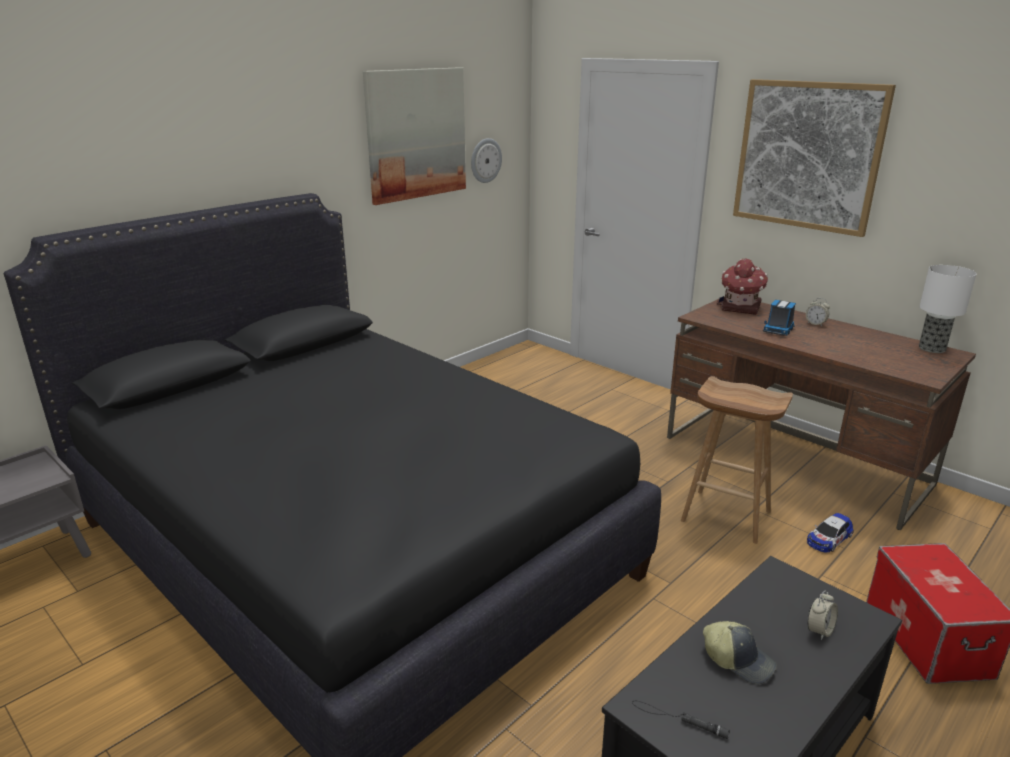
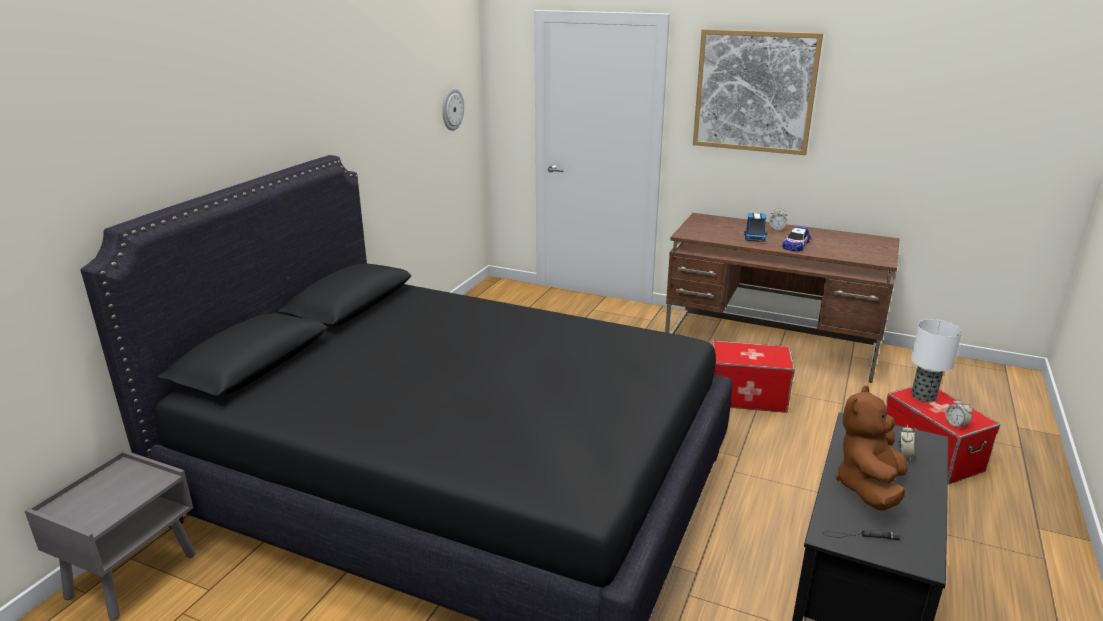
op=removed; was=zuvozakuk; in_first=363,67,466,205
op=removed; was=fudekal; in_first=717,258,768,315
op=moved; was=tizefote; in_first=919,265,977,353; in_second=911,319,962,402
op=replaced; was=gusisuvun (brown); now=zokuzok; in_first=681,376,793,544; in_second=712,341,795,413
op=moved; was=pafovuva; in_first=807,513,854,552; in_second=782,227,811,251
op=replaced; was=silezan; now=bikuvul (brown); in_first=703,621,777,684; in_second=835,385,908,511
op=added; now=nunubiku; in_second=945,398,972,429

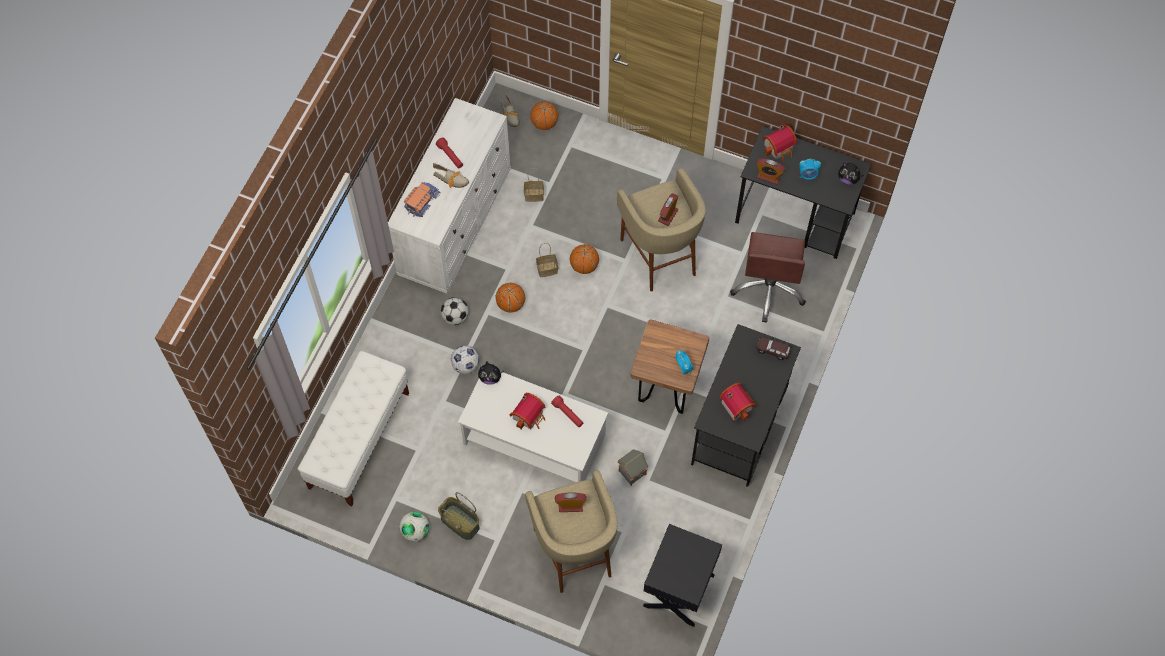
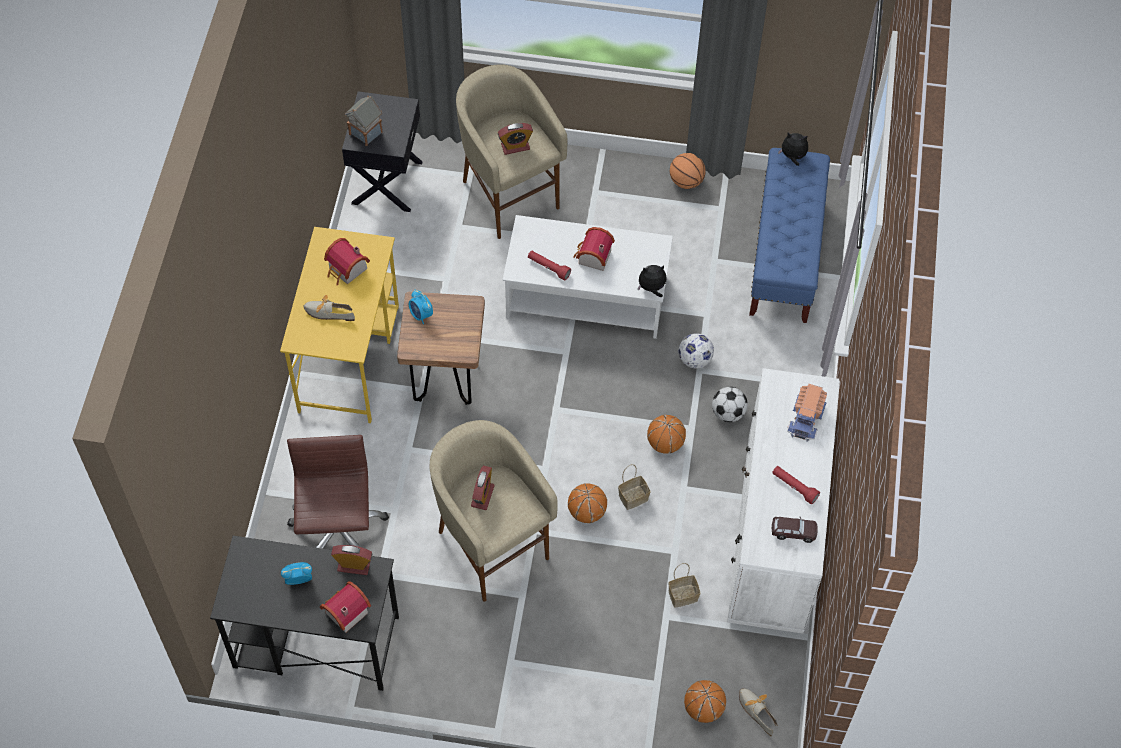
op=moved; was=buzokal; in_first=433,163,469,188; in_second=303,295,355,321
op=moved; was=bikuvul; in_first=838,163,863,185; in_second=778,132,808,166
op=recoloured; was=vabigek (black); now=vabigek (yellow); in_first=691,324,801,487; in_second=280,227,399,423
op=moved; was=pafovuva (brown); in_first=757,337,792,360; in_second=772,517,818,543
op=recoloured; was=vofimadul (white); now=vofimadul (blue); in_first=298,351,409,506; in_second=749,148,830,323
op=moved; was=fudekal; in_first=617,449,648,486; in_second=345,96,383,146
op=removed; was=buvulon; in_first=438,492,480,540
op=replaced; was=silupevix; now=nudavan; in_first=399,512,429,542; in_second=670,153,706,189

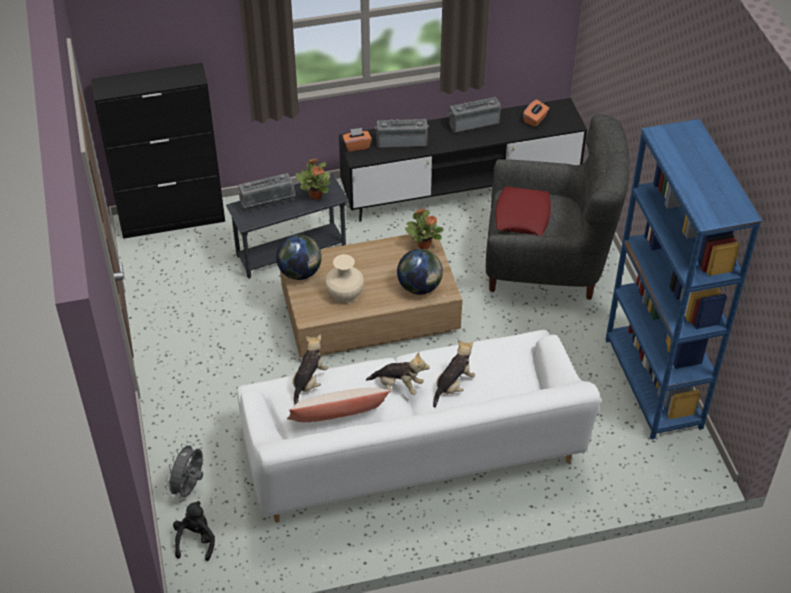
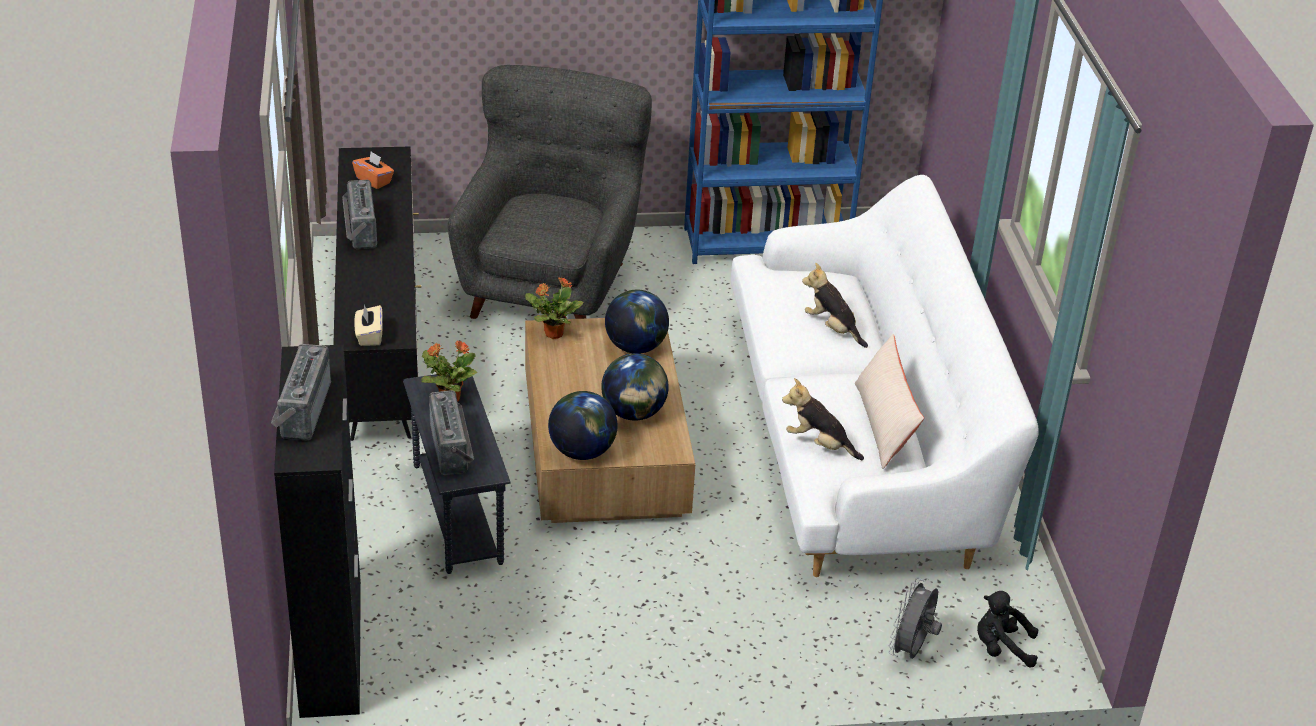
op=moved; was=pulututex; in_first=375,119,429,148; in_second=271,344,331,441
op=recoloured; was=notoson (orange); now=notoson (beige); in_first=343,128,372,152; in_second=354,305,383,346
op=removed; was=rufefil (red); in_first=495,187,551,236
op=replaced; was=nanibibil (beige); now=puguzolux; in_first=325,254,364,303; in_second=601,353,669,421
op=removed; was=bikuvul; in_first=366,352,430,395
op=turned; was=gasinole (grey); in_first=165,442,203,498; in_second=889,578,942,659; clockwise=90

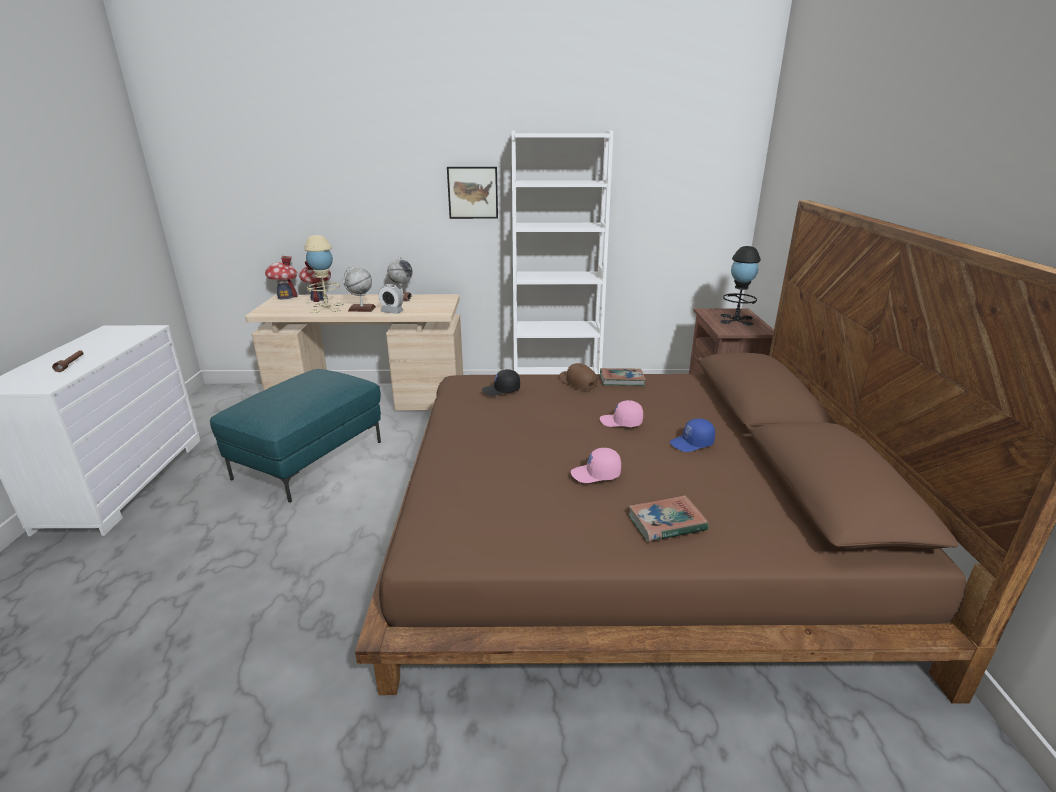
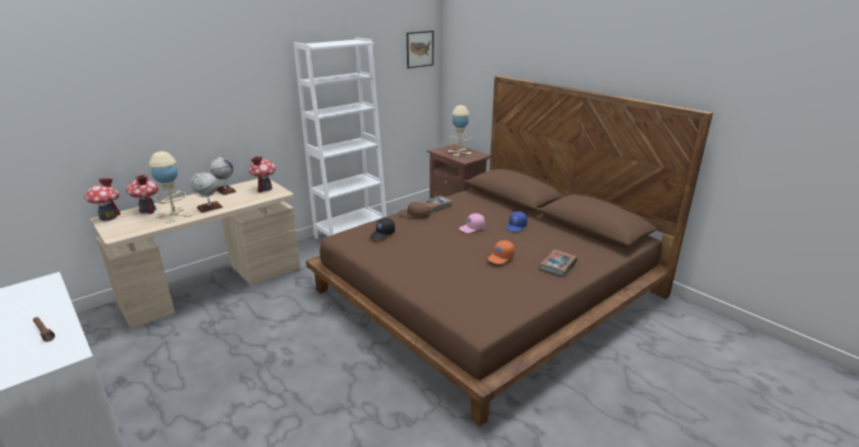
op=moved; was=zuvozakuk; in_first=447,167,498,219; in_second=407,31,434,68
op=recoloured; was=tizefote (black); now=tizefote (beige); in_first=720,246,761,326; in_second=448,105,472,156
op=removed; was=nunubiku; in_first=378,284,404,314
op=removed; was=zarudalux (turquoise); in_first=210,369,381,503
op=recoloured; was=silezan (pink); now=silezan (orange); in_first=571,448,621,483; in_second=488,240,514,264
op=added; now=fudekal; in_second=249,156,276,192

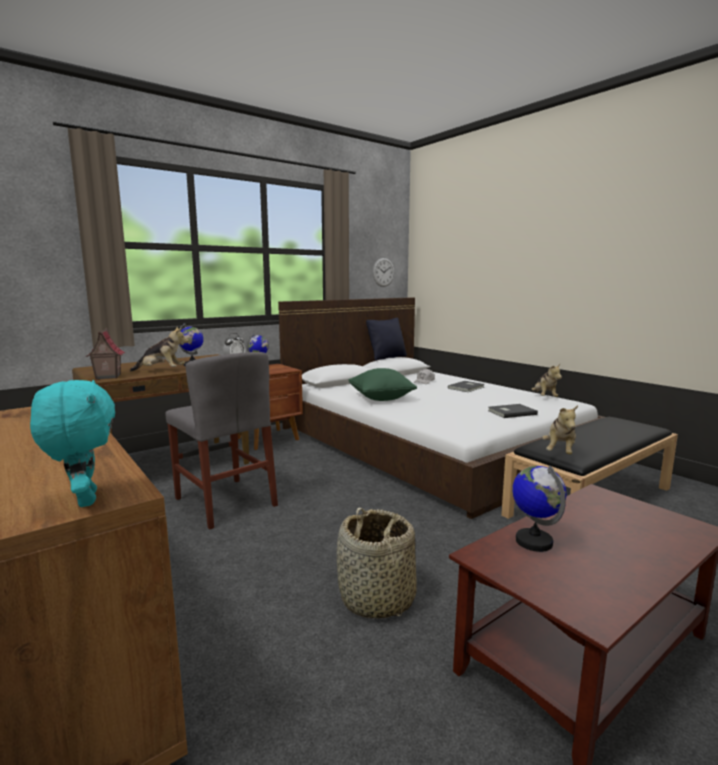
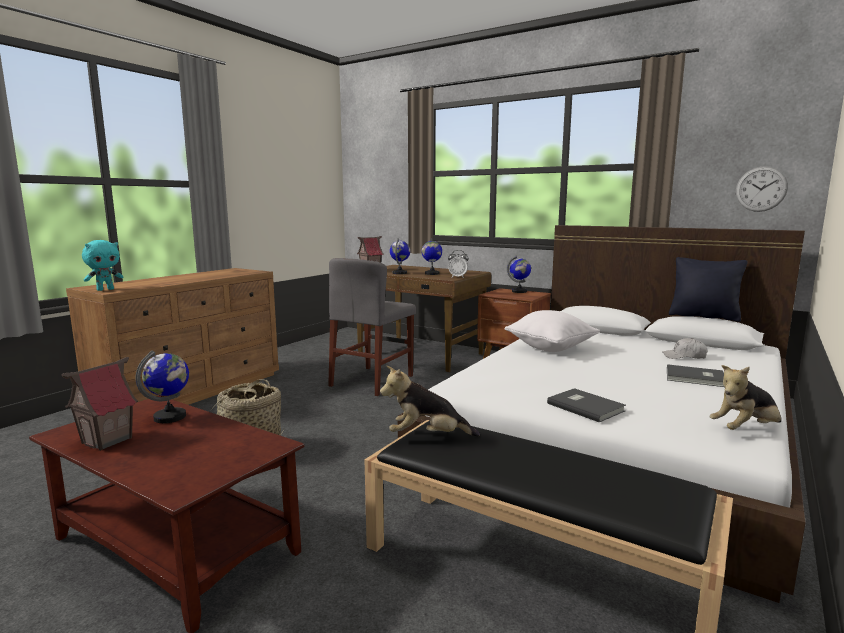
op=replaced; was=bikuvul; now=puguzolux; in_first=130,327,189,372; in_second=390,238,410,274
op=recoloured; was=rufefil (green); now=rufefil (white); in_first=349,368,417,401; in_second=505,310,600,352
op=added; now=fudekal; in_second=62,357,138,451

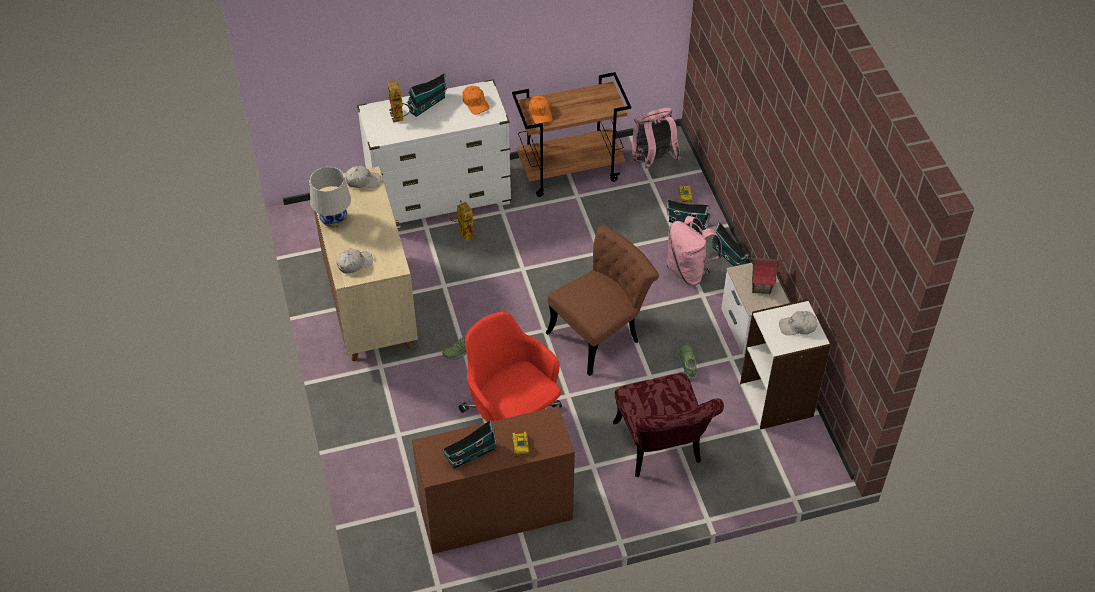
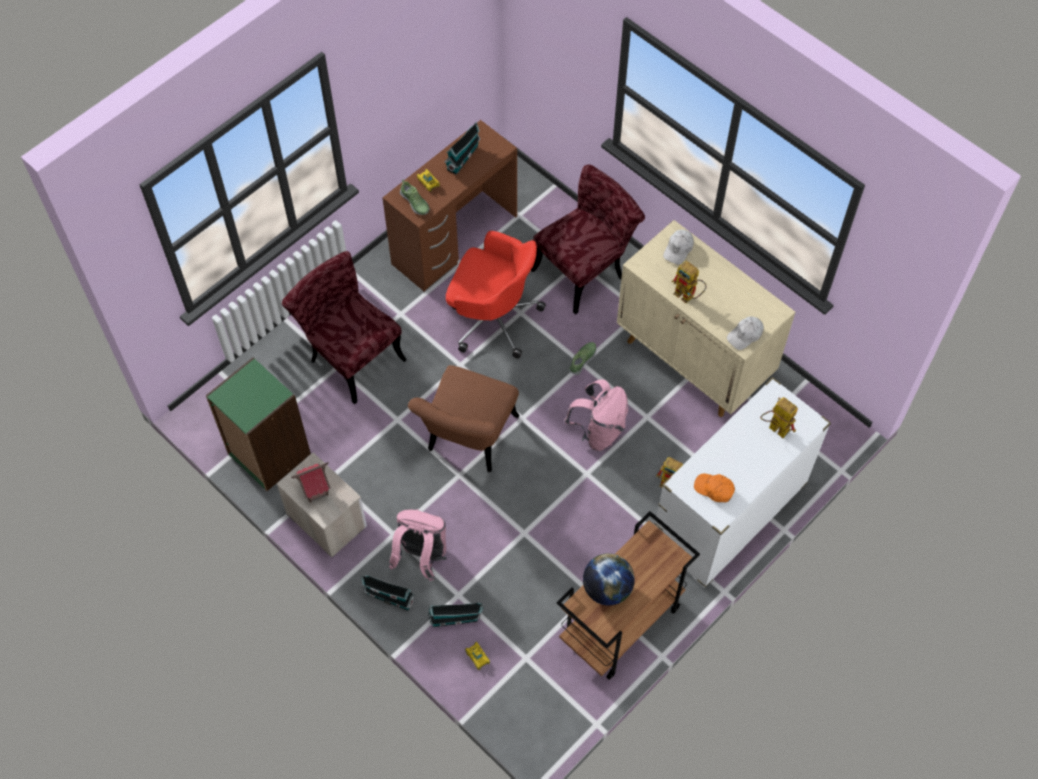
op=removed; was=fudekal; in_first=407,73,447,117
op=removed; was=silezan (orange); in_first=529,96,553,124
op=moved; was=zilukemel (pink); in_first=632,108,681,169; in_second=565,379,628,451
op=removed; was=tizefote (white); in_first=310,167,351,228
op=recoloured; was=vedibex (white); now=vedibex (green); in_first=740,299,831,429; in_second=206,357,311,491
op=removed; was=silezan (white); in_first=779,311,817,335
op=moved; was=buzokal; in_first=679,345,698,379; in_second=400,179,430,215
op=added; now=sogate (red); in_second=531,164,645,315
op=added; now=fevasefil; in_second=672,261,706,303
op=added; now=puguzolux; in_second=583,553,635,606

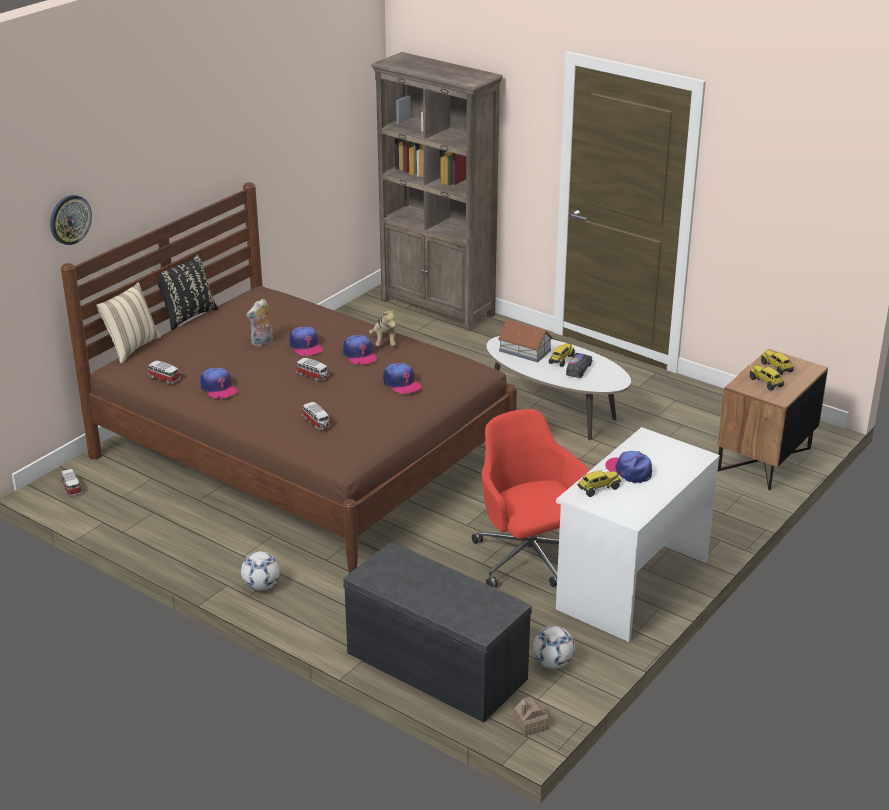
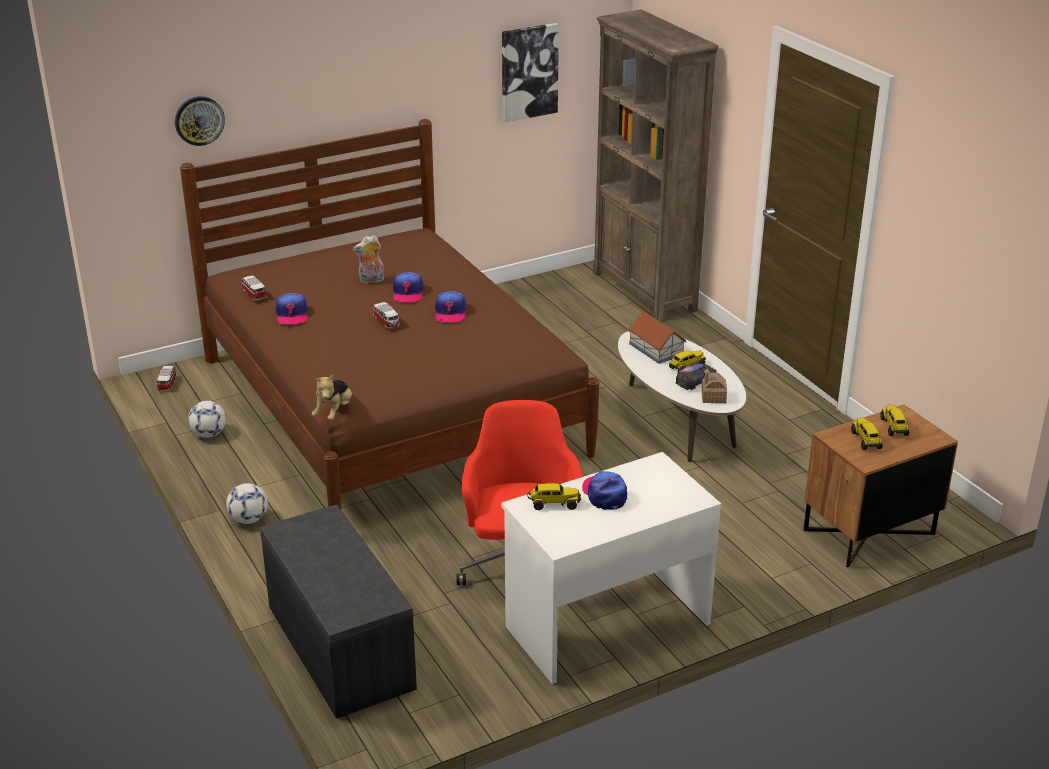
op=removed; was=rufefil (black); in_first=153,253,219,330
op=removed; was=rufefil (beige); in_first=96,282,161,364
op=moved; was=bikuvul; in_first=369,308,396,346; in_second=312,375,352,420
op=removed; was=silezan; in_first=383,363,422,394
op=removed; was=pafovuva; in_first=302,402,330,429
op=moved; was=silupevix; in_first=533,626,575,669; in_second=188,401,226,438
op=moved; was=fudekal; in_first=513,697,549,736; in_second=701,368,727,403
op=added; now=zuvozakuk; in_second=502,23,559,122

